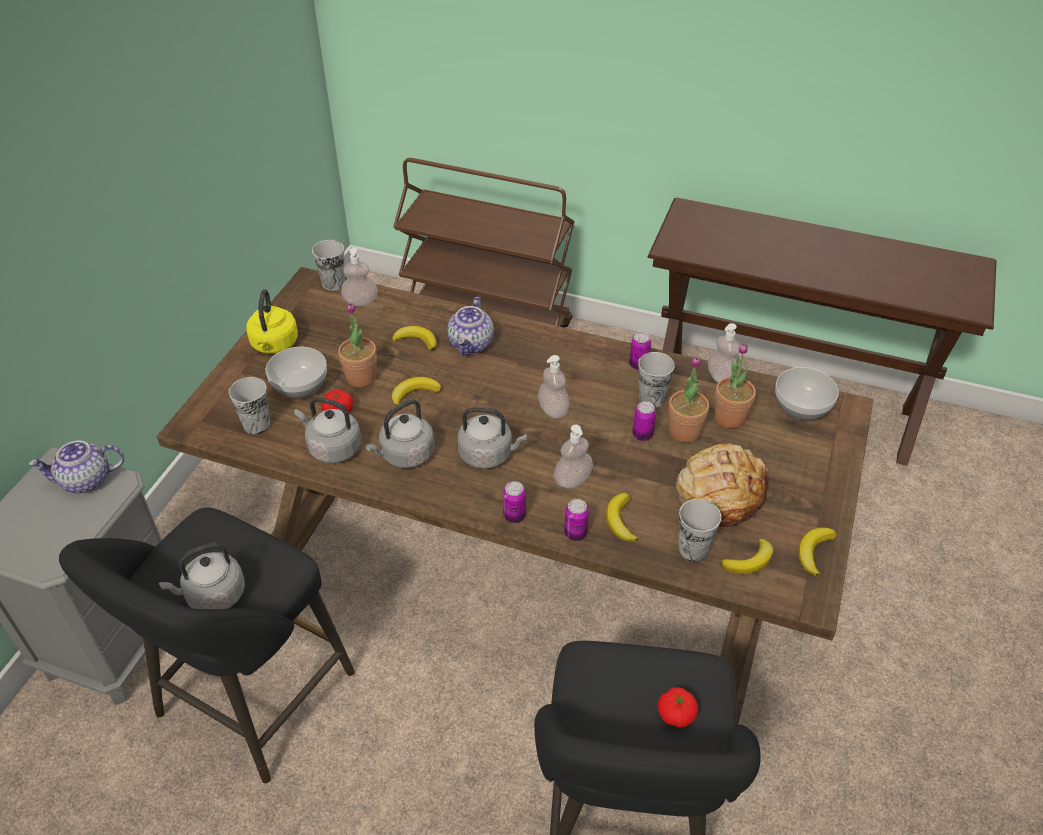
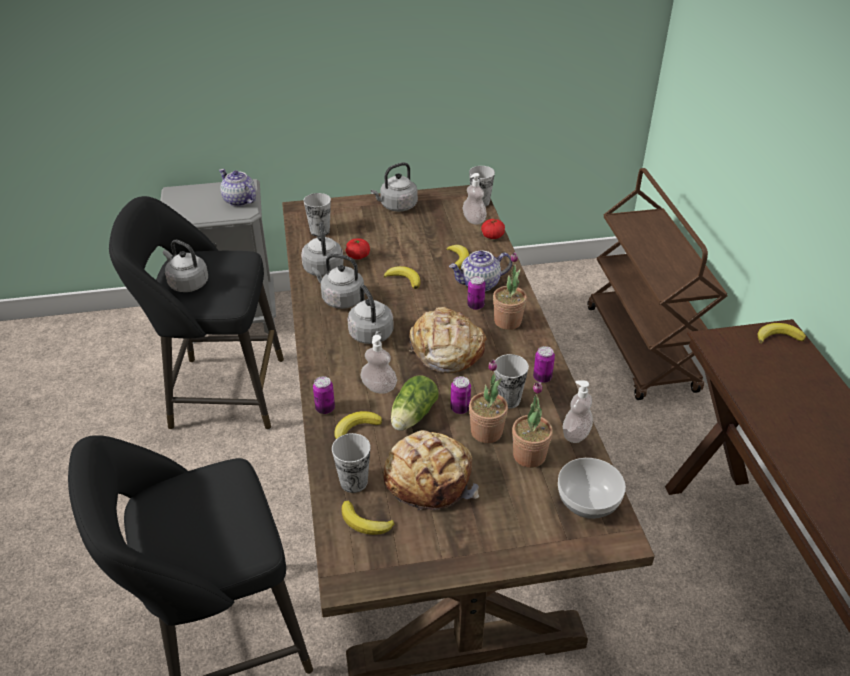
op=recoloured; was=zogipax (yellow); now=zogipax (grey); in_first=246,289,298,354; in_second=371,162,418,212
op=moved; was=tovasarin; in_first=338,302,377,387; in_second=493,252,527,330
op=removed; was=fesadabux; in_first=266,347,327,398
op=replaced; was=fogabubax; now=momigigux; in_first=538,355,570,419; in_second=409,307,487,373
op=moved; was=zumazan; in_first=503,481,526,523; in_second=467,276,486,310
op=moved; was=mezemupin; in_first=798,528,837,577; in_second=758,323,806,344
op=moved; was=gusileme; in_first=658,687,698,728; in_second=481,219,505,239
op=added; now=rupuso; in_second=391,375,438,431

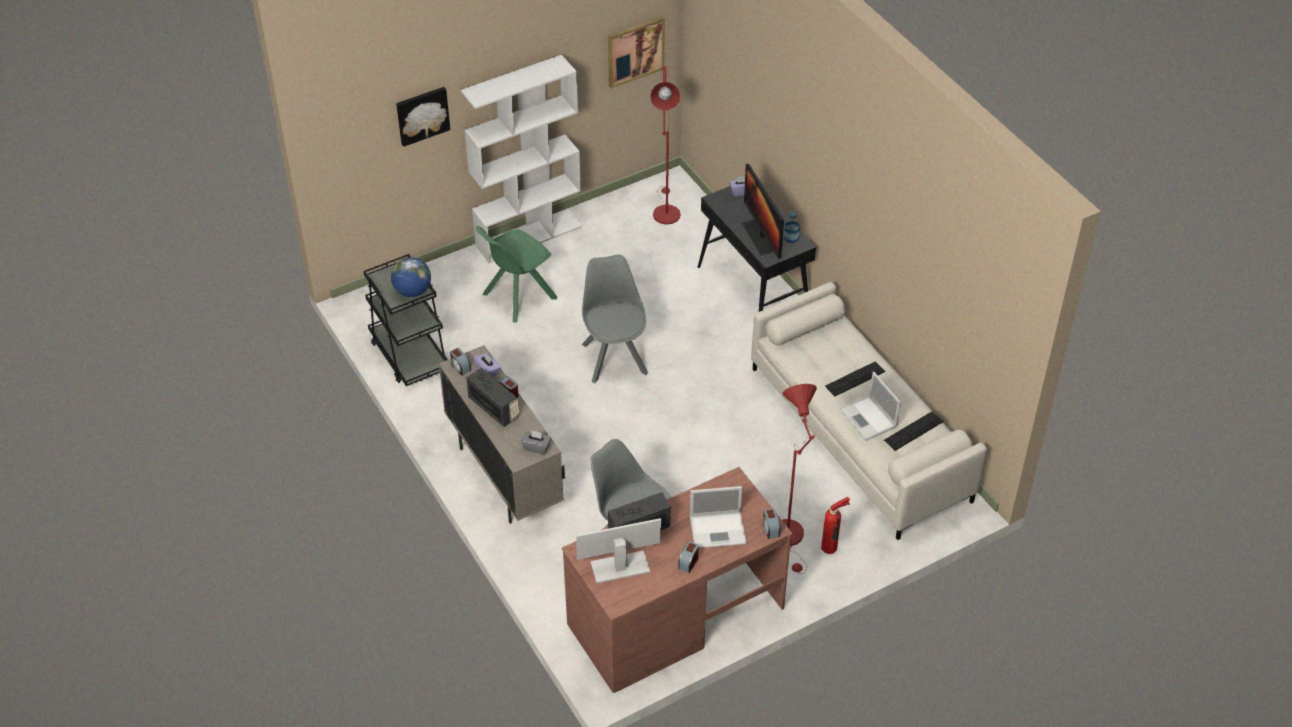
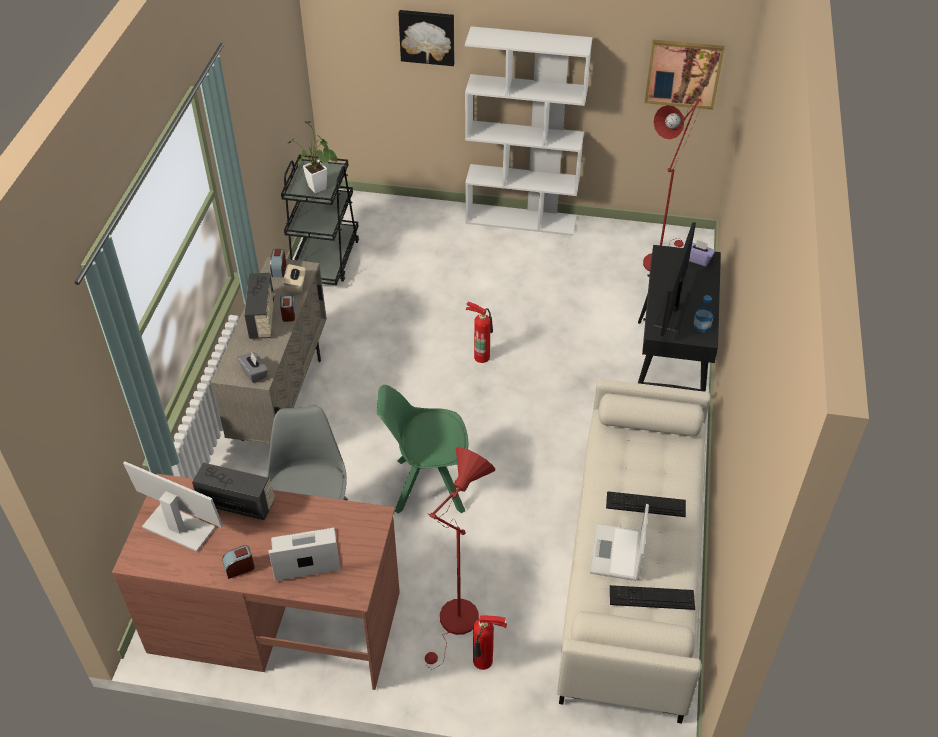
op=moved; was=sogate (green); in_first=476,226,557,323; in_second=377,385,468,514
op=replaced; was=sogate (grey); now=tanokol; in_first=582,254,648,383; in_second=466,302,493,363
op=replaced; was=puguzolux; now=tovasarin; in_first=391,257,431,297; in_second=287,121,338,193
op=recoloured; was=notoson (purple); now=notoson (beige); in_first=473,353,501,377; in_second=284,264,306,293
op=turned; was=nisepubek; in_first=690,486,746,548; in_second=268,527,340,581; clockwise=135
op=removed; was=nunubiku; in_first=763,508,781,539

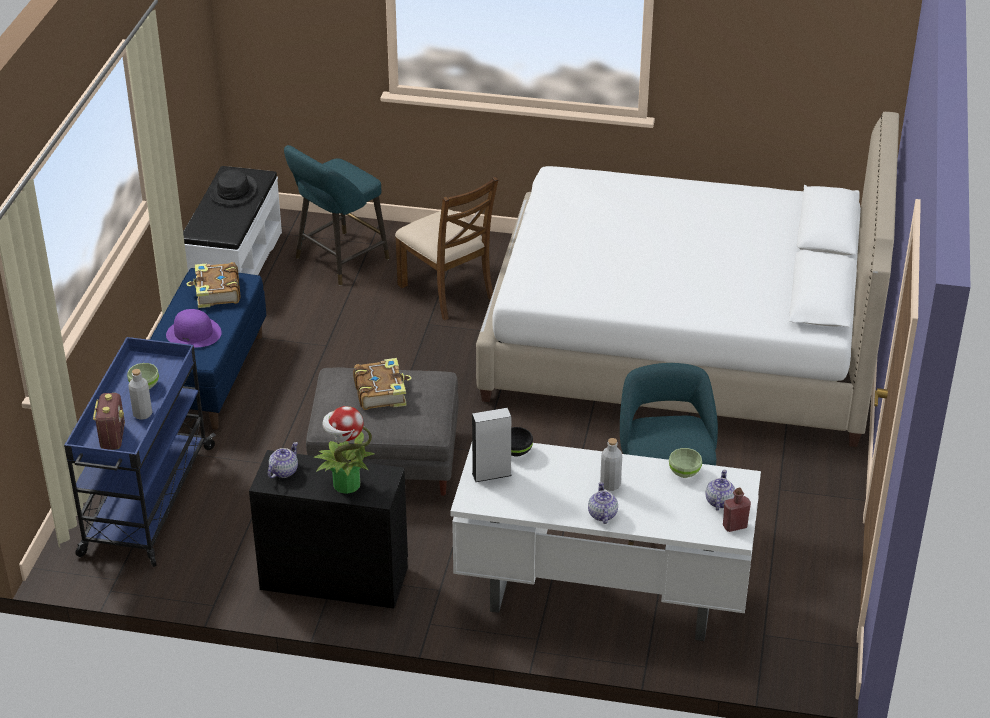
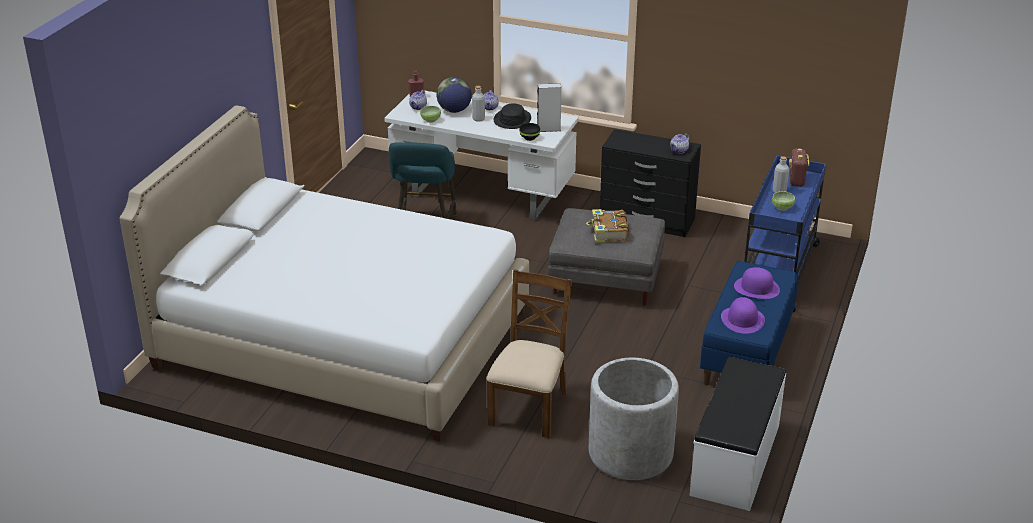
op=replaced; was=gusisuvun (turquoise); now=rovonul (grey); in_first=284,145,390,286; in_second=589,358,679,480
op=moved; was=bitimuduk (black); in_first=209,170,257,205; in_second=494,103,531,129
op=turned; was=sogate (brown); in_first=395,176,499,320; in_second=487,270,572,438; clockwise=45
op=replaced; was=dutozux; now=bitimuduk (purple); in_first=186,262,240,308; in_second=721,297,765,334
op=removed; was=tovasarin; in_first=313,406,375,494
op=added; now=puguzolux; in_second=437,77,472,113

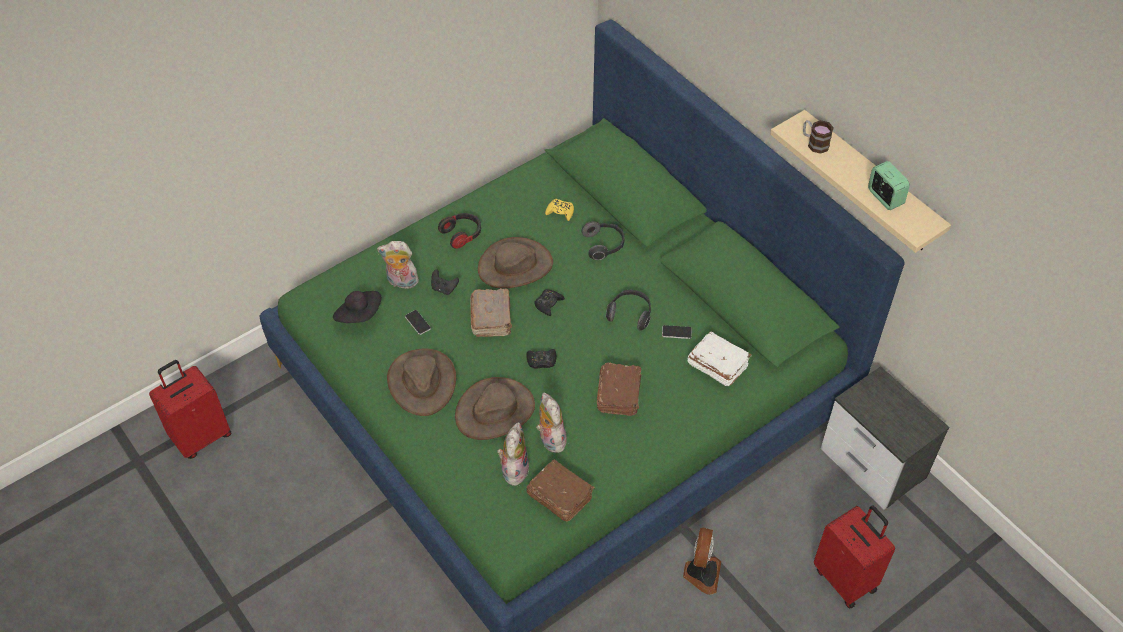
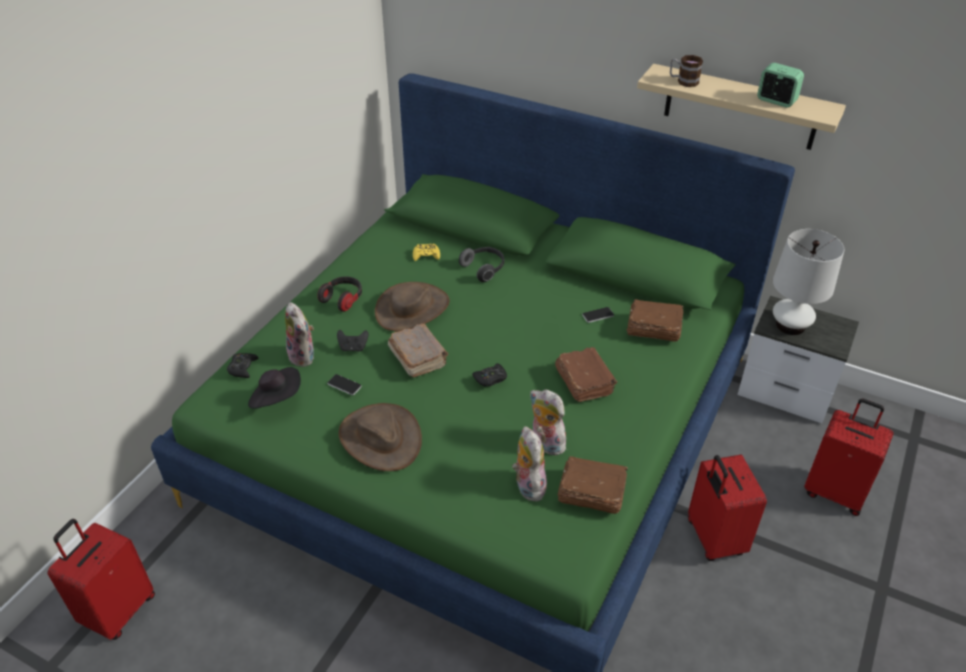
op=turned; was=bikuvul; in_first=377,241,419,289; in_second=285,302,314,367; clockwise=-105
op=moved; was=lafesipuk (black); in_first=534,289,565,316; in_second=227,353,258,378
op=removed; was=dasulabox; in_first=606,290,651,331
op=recoloured; was=dutozux (white); now=dutozux (brown); in_first=688,331,752,386; in_second=626,299,683,342
op=removed; was=bitimuduk (brown); in_first=455,377,535,440
op=replaced; was=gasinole; now=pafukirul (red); in_first=683,528,721,595; in_second=688,455,767,561
op=added; now=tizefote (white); in_second=773,229,844,335

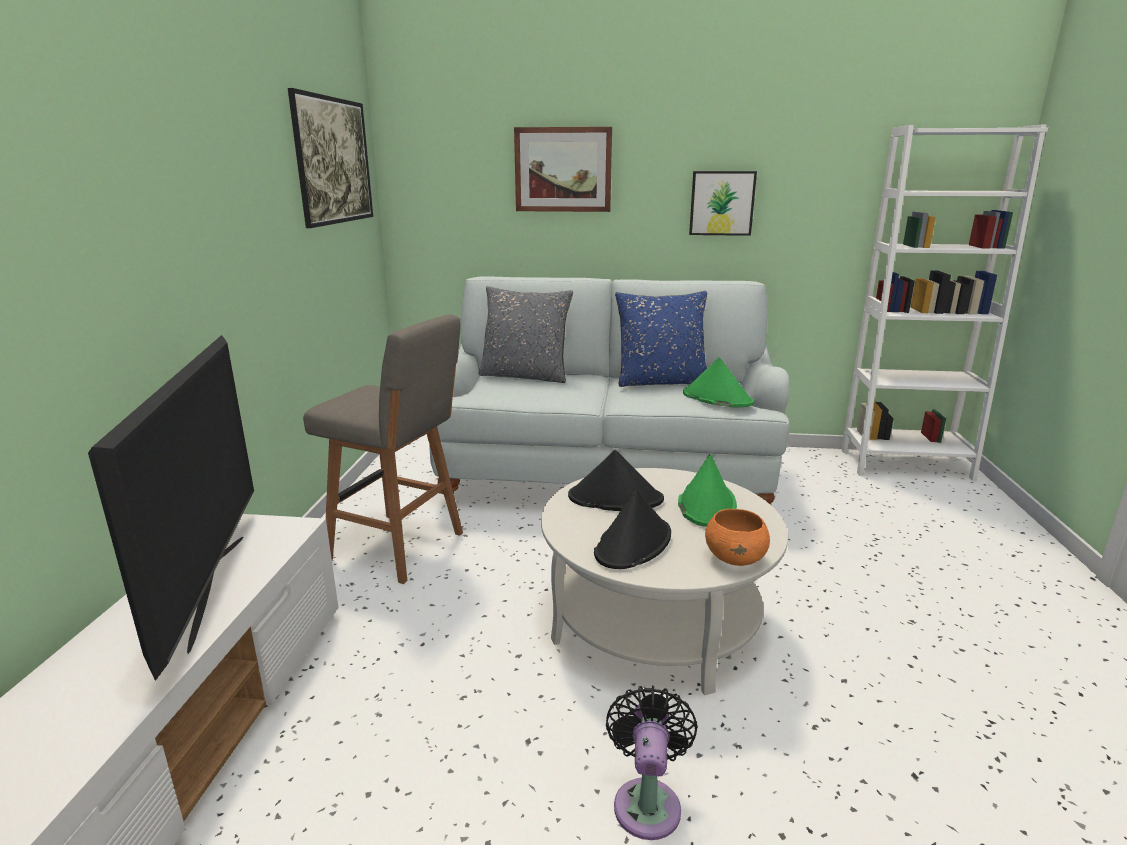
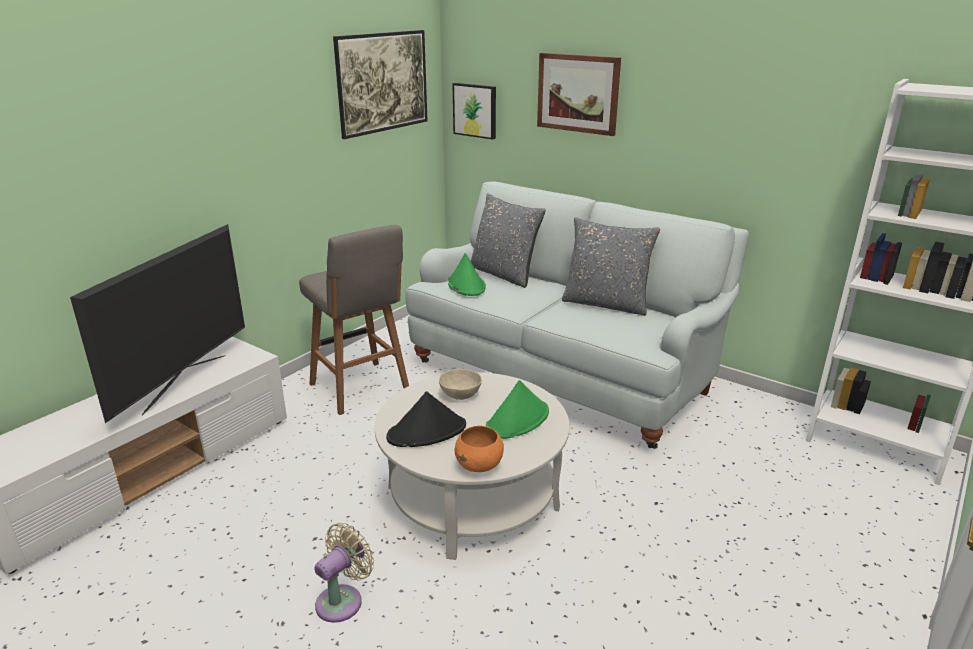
op=moved; was=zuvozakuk; in_first=689,171,757,236; in_second=452,83,496,140
op=recoloured; was=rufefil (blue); now=rufefil (grey); in_first=615,291,707,387; in_second=562,217,660,316
op=moved; was=bitimuduk (green); in_first=683,357,754,407; in_second=448,253,486,296
op=replaced; was=bitimuduk (black); now=fesadabux (beige); in_first=568,450,664,511; in_second=439,369,482,400
op=recoloured; was=gasinole (black); now=gasinole (beige); in_first=606,686,698,840; in_second=314,523,374,623

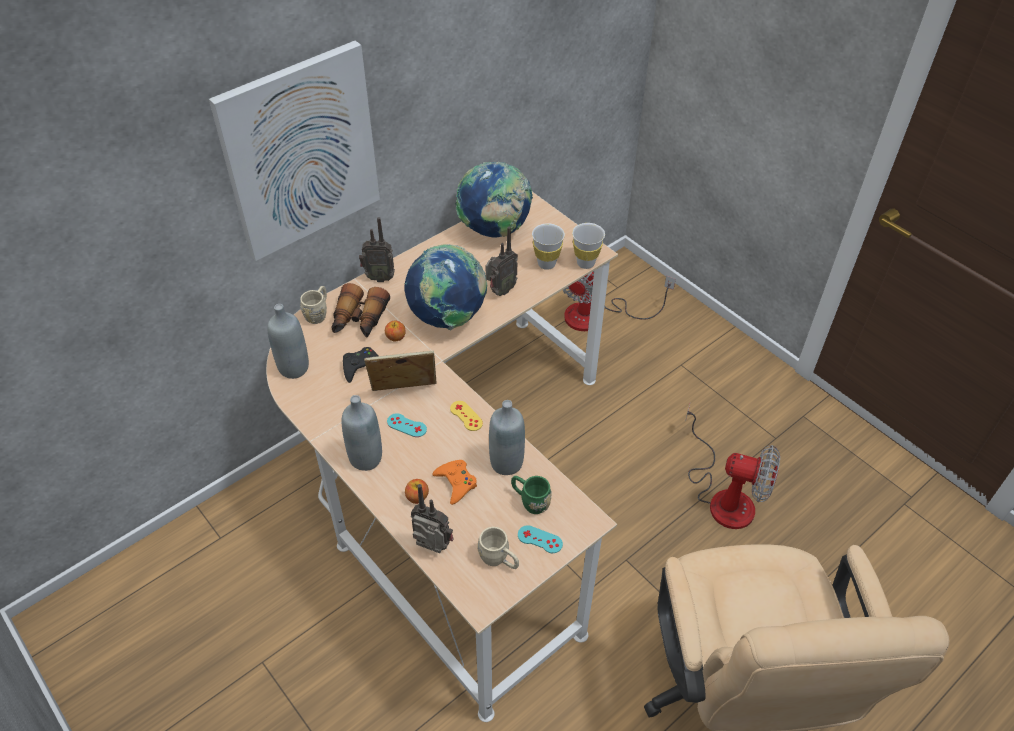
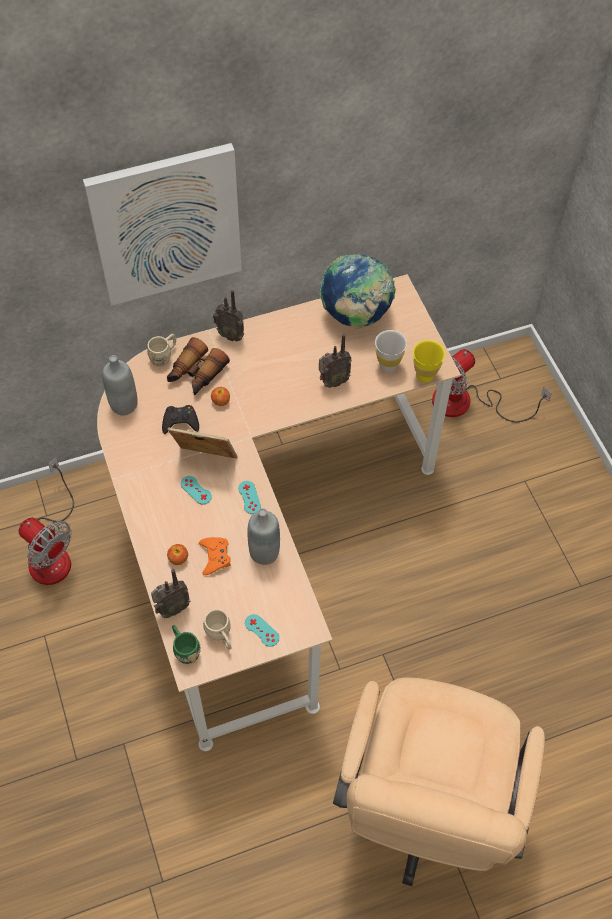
op=recoloured; was=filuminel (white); now=filuminel (yellow); in_first=572,223,605,269; in_second=413,340,445,383
op=removed; was=puguzolux; in_first=405,244,487,330
op=removed; was=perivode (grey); in_first=342,395,382,471
op=recoloured; was=lafesipuk (yellow); now=lafesipuk (turquoise); in_first=450,401,483,431; in_second=238,481,261,514
op=moved; was=gasinole; in_first=685,404,780,529; in_second=19,457,74,585
op=moved; was=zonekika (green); in_first=511,476,552,514; in_second=172,625,201,664
op=turned; was=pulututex; in_first=411,484,454,553; in_second=151,569,190,618; clockwise=105

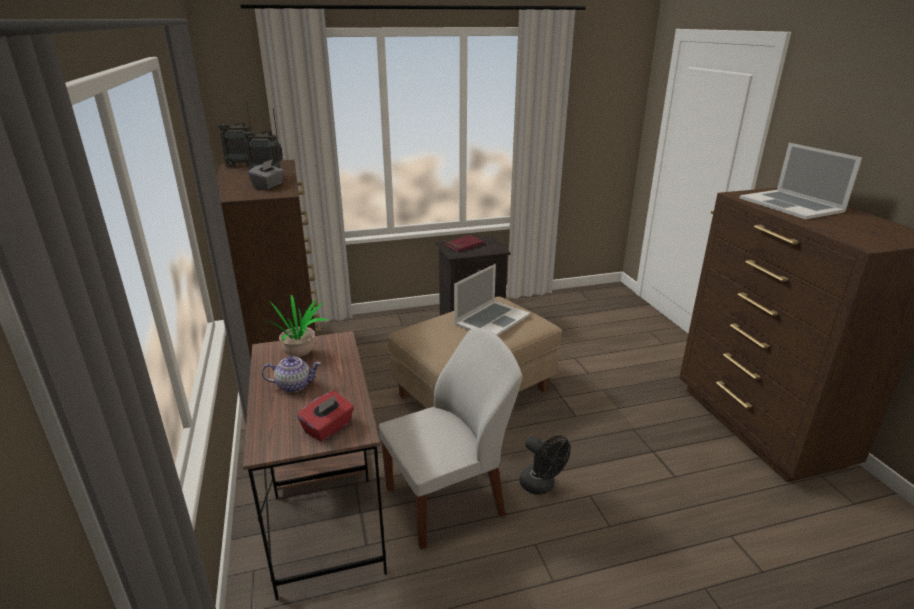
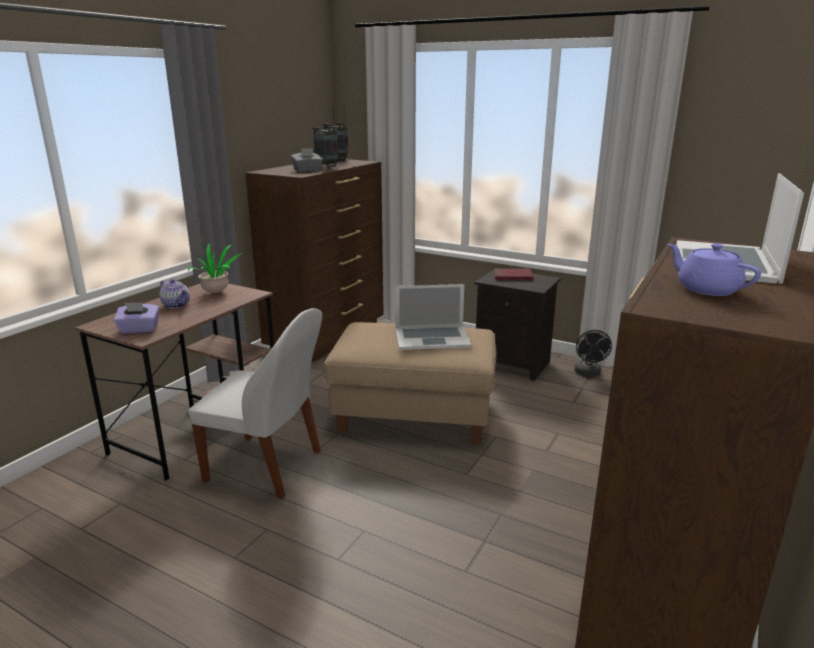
op=recoloured; was=notoson (red); now=notoson (purple); in_first=297,391,354,442; in_second=114,302,159,333
op=moved; was=gasinole (black); in_first=519,436,570,495; in_second=575,330,612,377
op=added; now=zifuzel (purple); in_second=668,243,761,296

